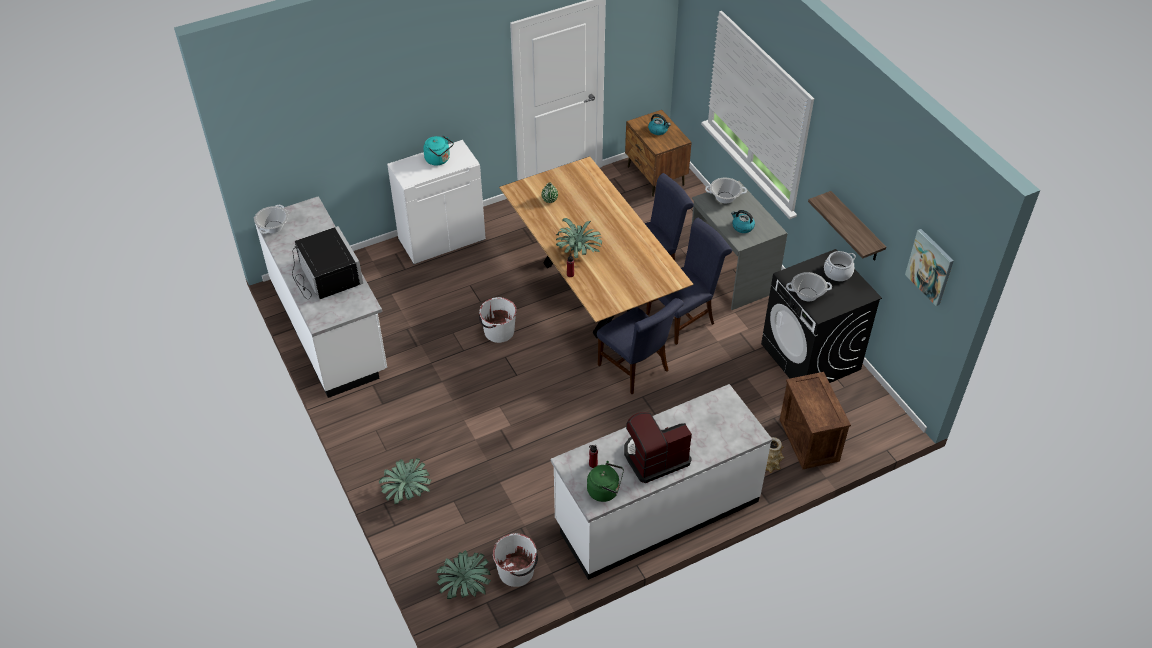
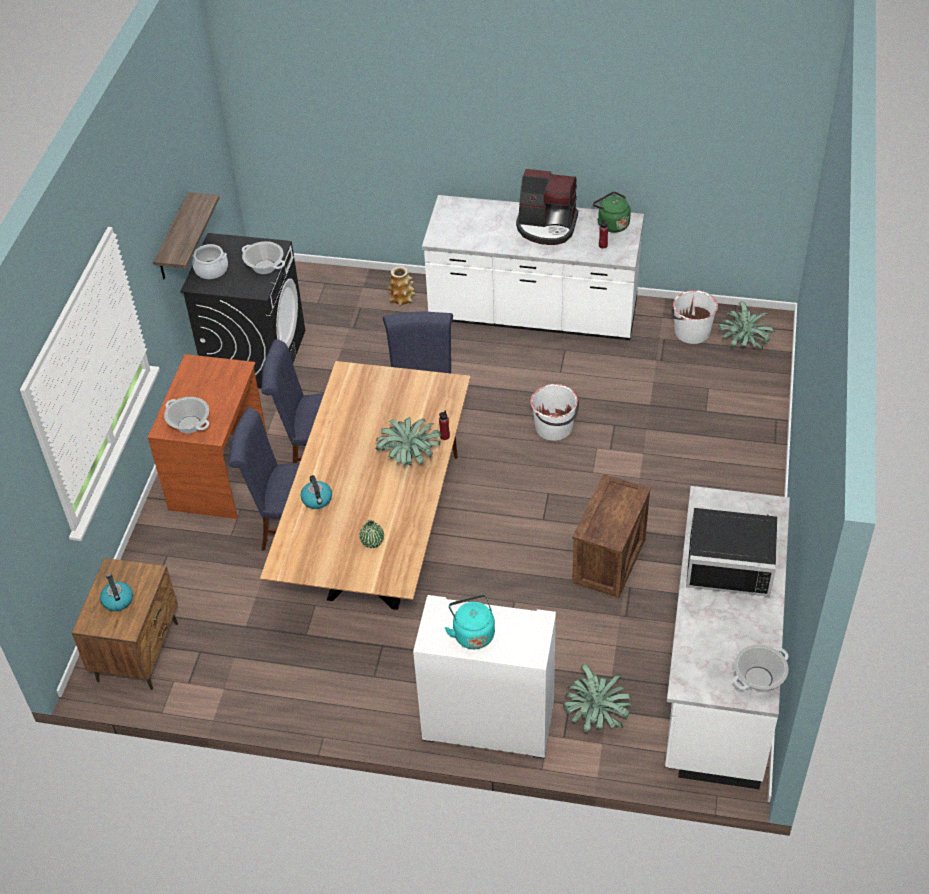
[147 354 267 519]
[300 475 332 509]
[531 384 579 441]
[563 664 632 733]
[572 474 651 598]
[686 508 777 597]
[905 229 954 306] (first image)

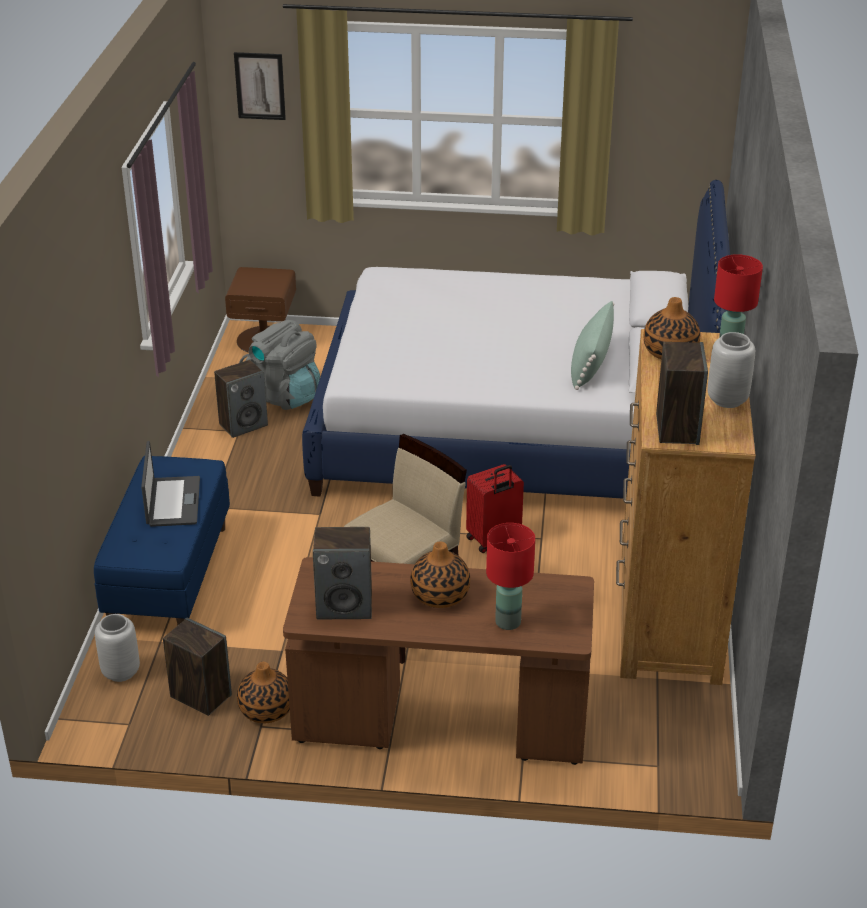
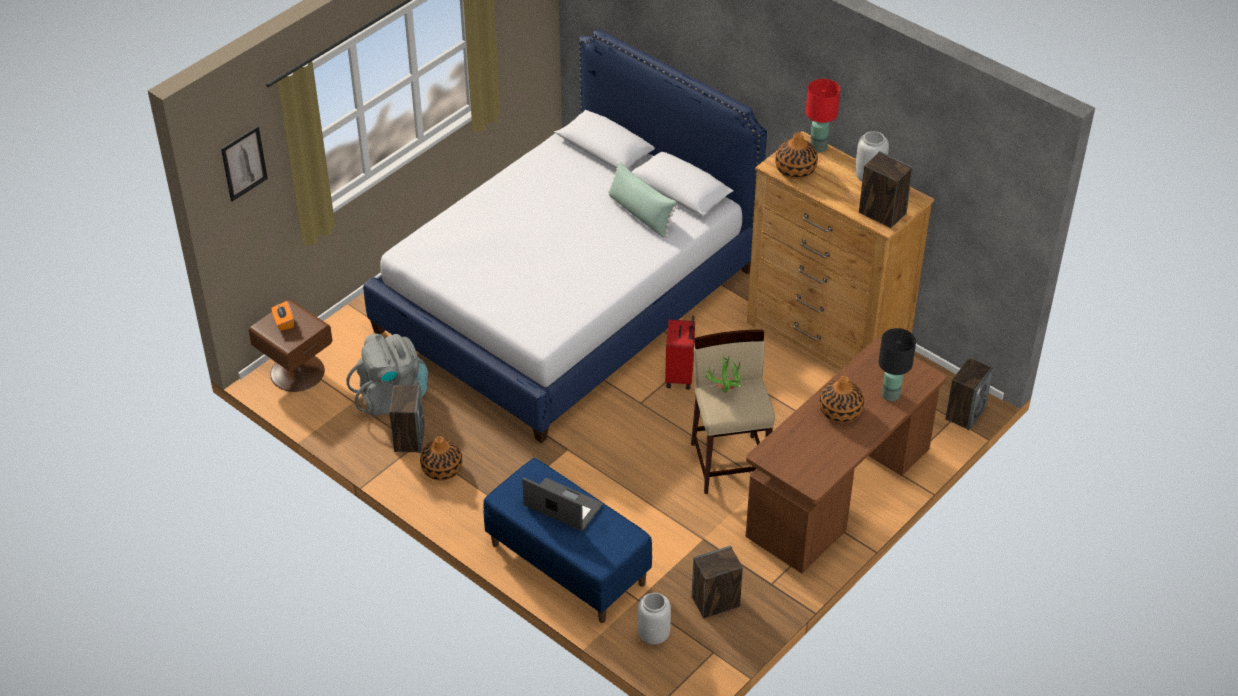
[272 301 294 331]
[420 436 462 480]
[704 356 745 393]
[879 328 916 401]
[945 358 993 431]

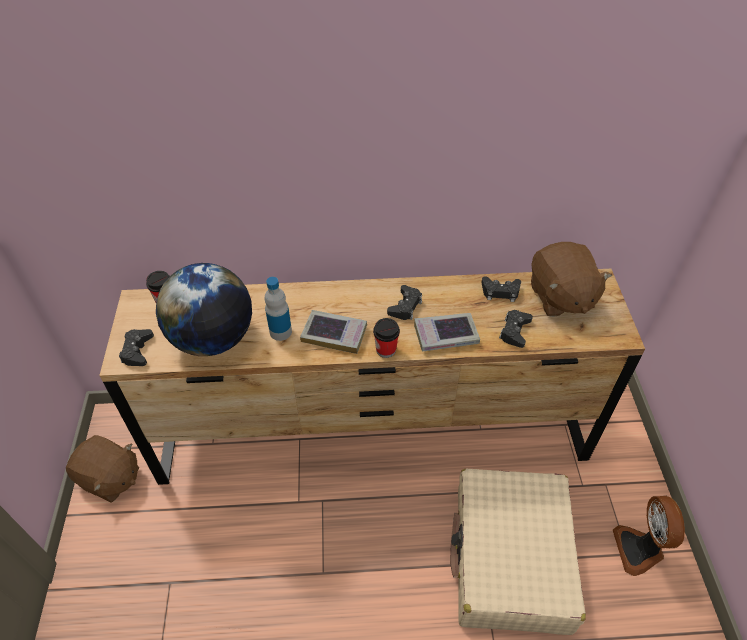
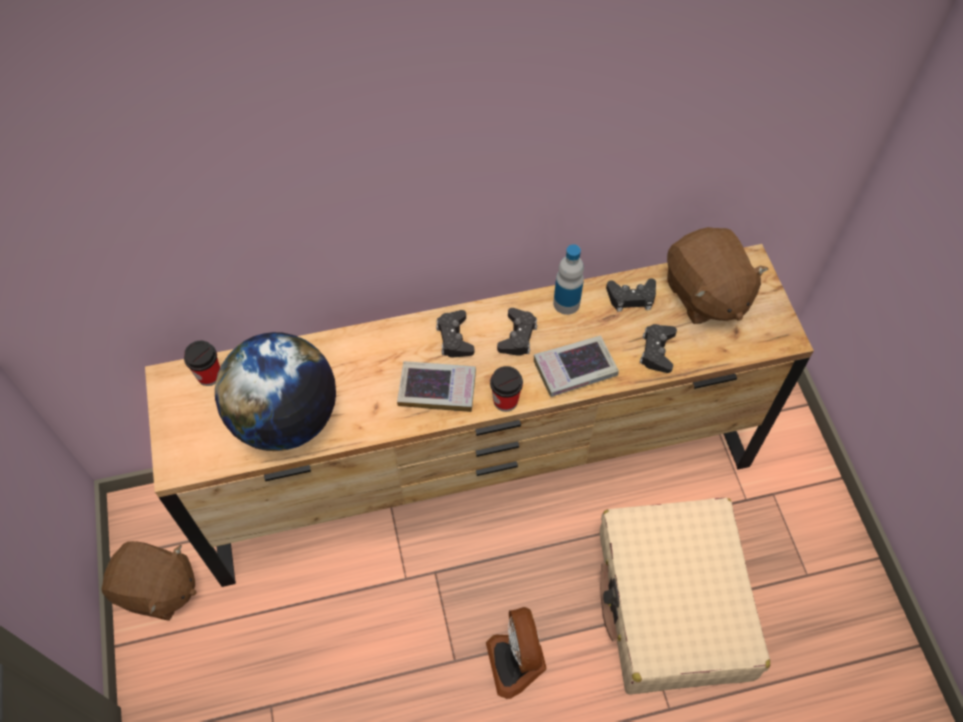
[436 310 474 357]
[486 607 546 699]
[553 244 584 315]

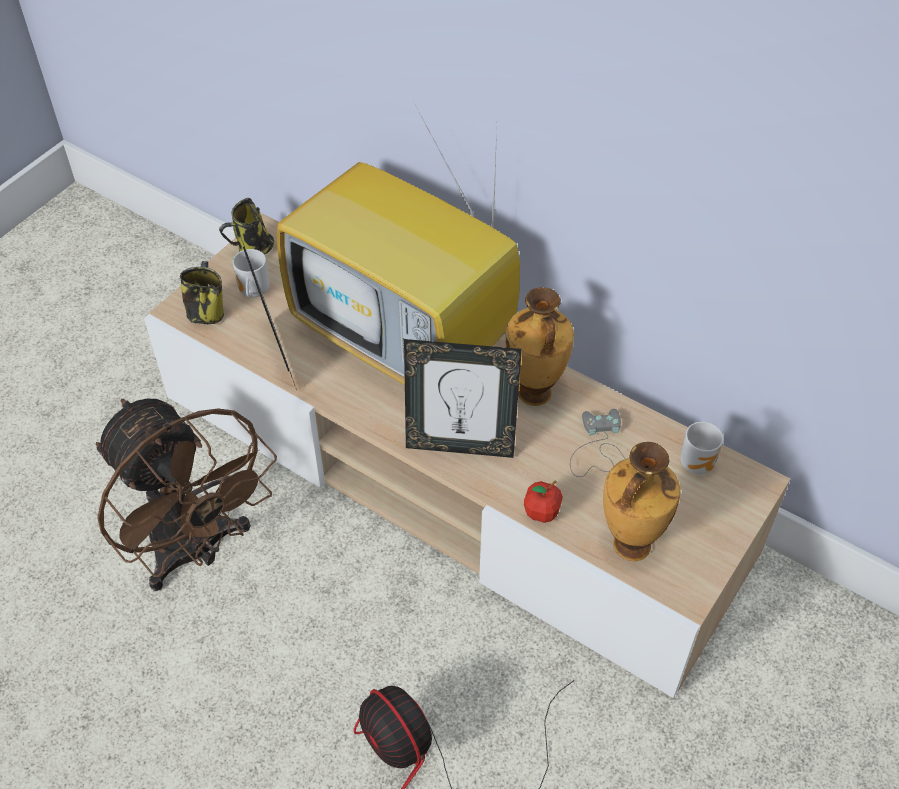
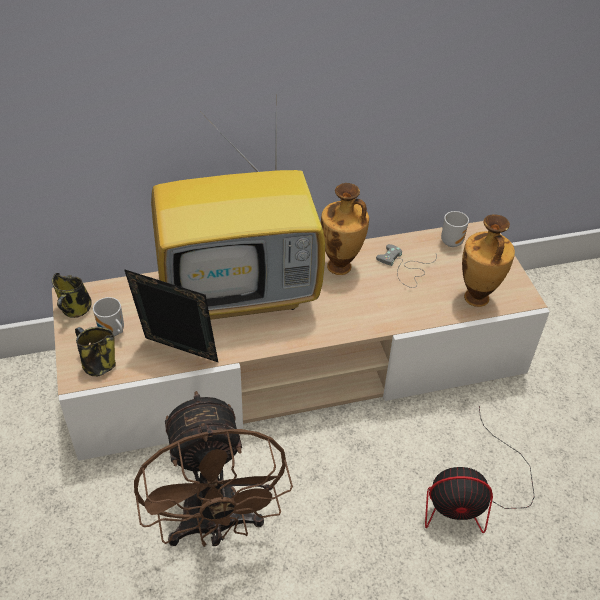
[134 391 293 547]
[404 339 522 458] (first image)
[524 481 563 523] (first image)

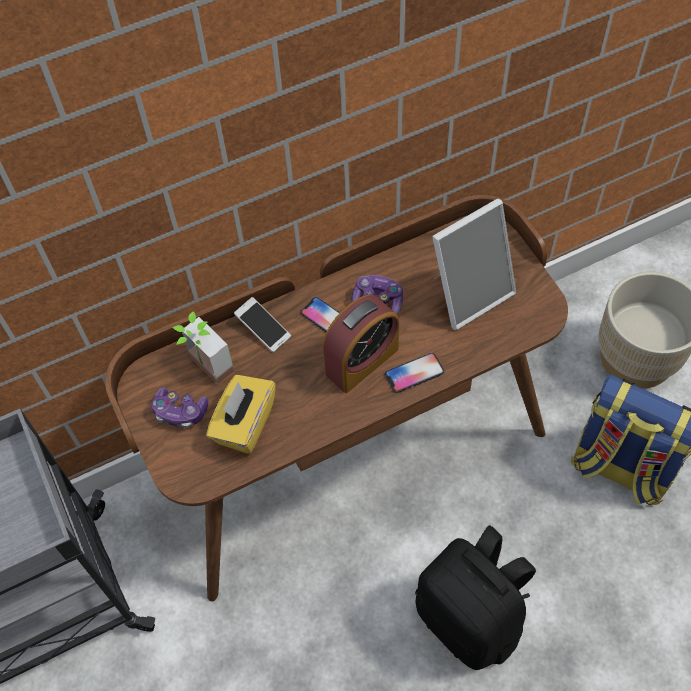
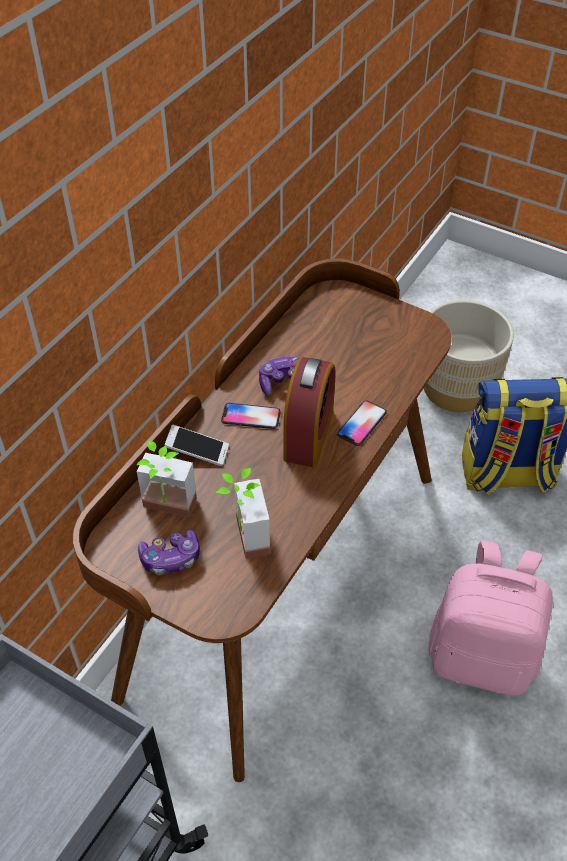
[215 468 270 559]
[429 540 553 696]
[432 199 516 330] (first image)

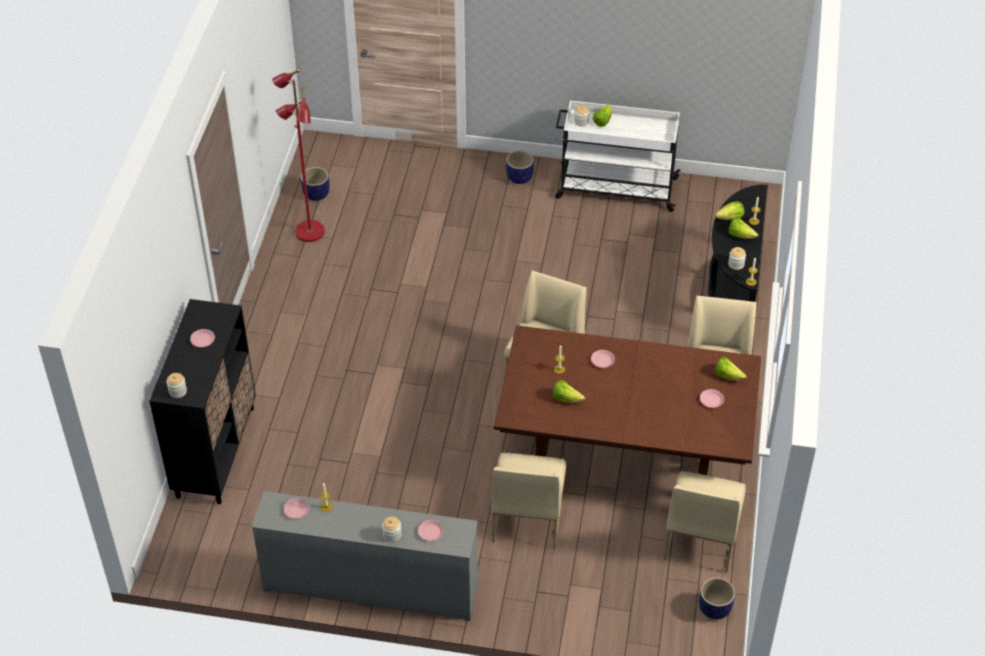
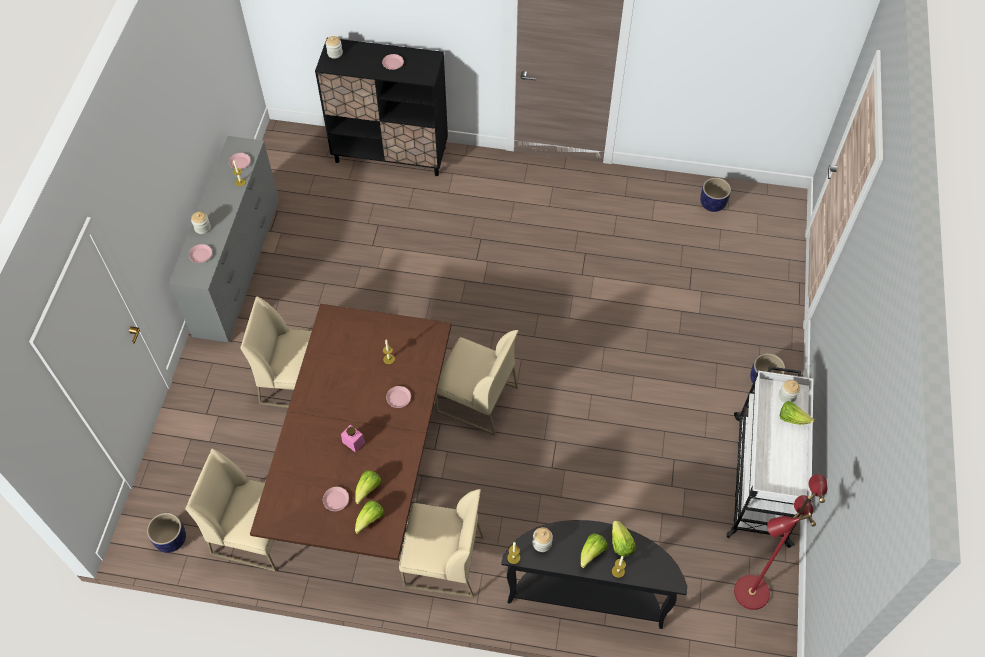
[341 425 365 453]
[355 470 382 504]
[734 474 827 610]

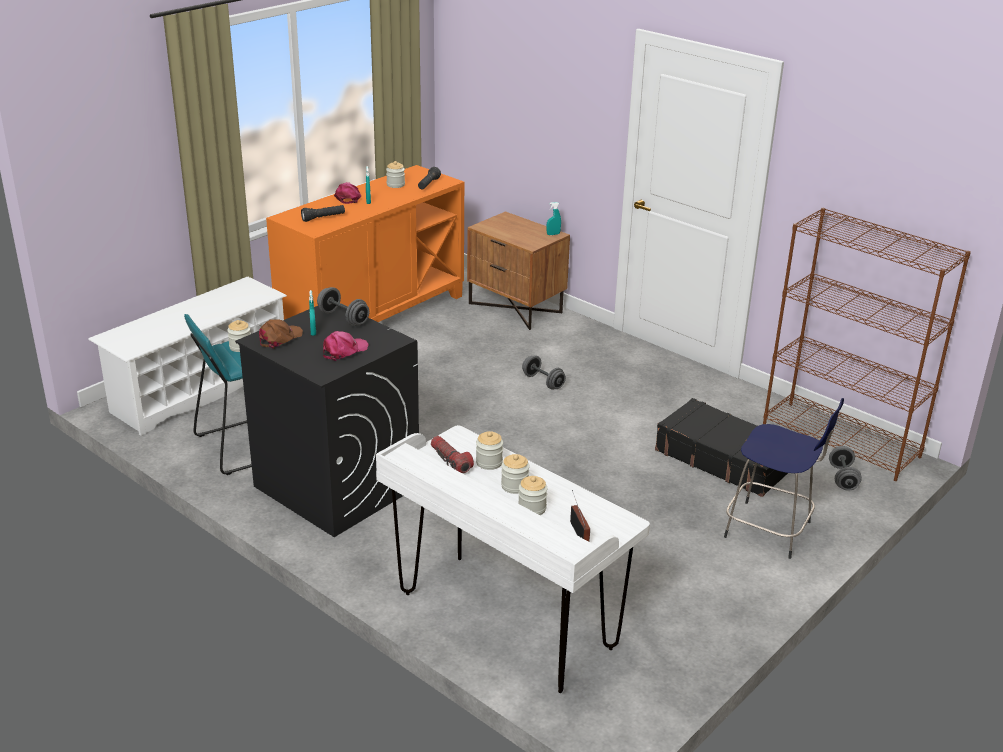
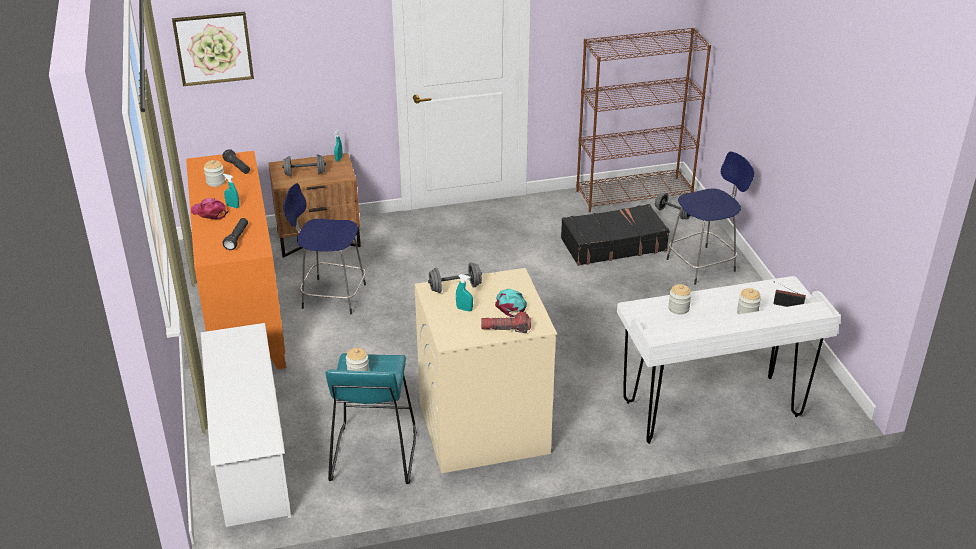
[172 12 254 86]
[282 154 326 176]
[283 183 366 314]
[415 268 557 473]
[481 312 531 333]
[495 289 527 317]
[259 319 303 348] (first image)
[501 454 530 494] (first image)

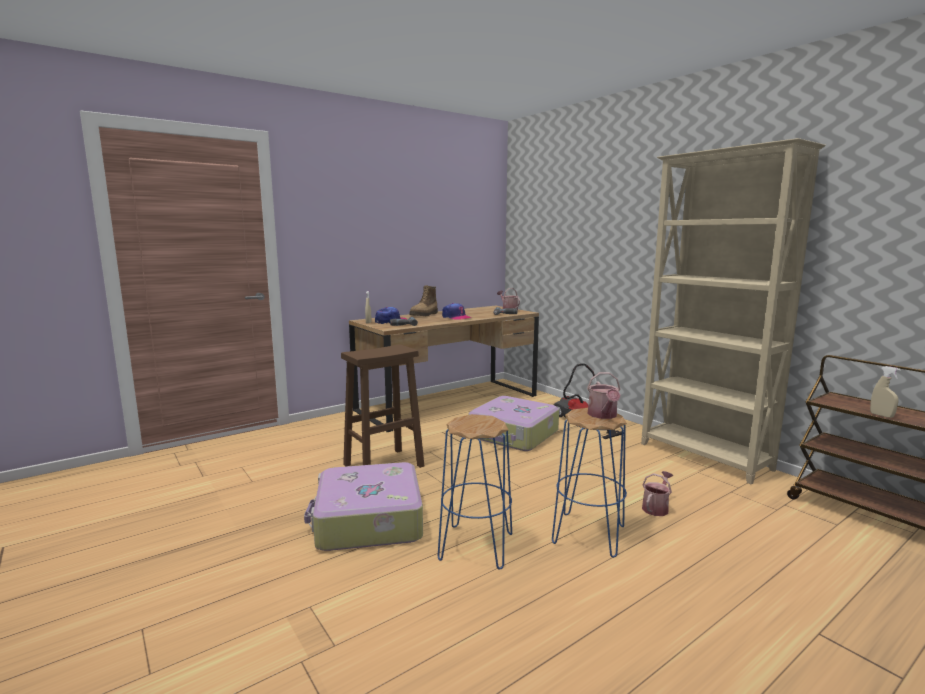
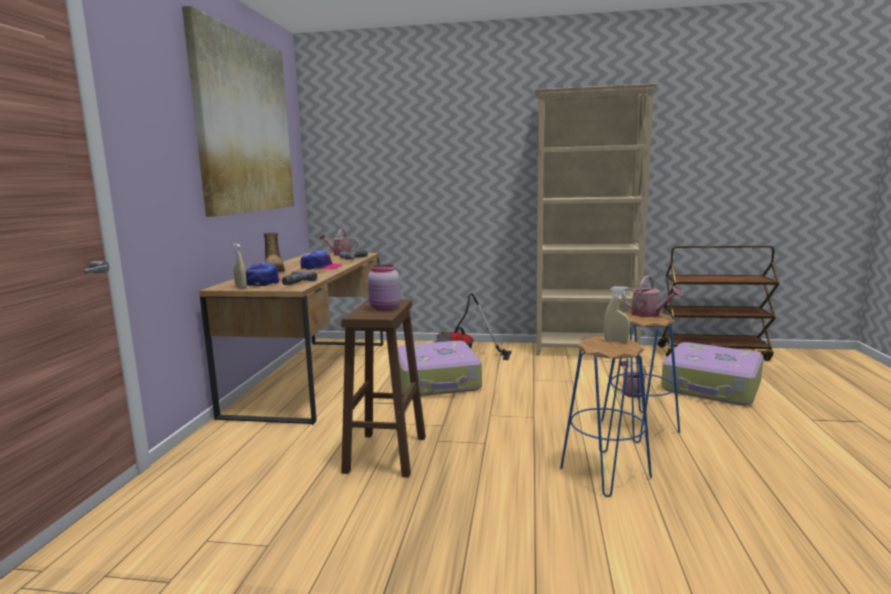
[182 6 294 217]
[368 264 401 311]
[604 286 630 342]
[661 342 764 405]

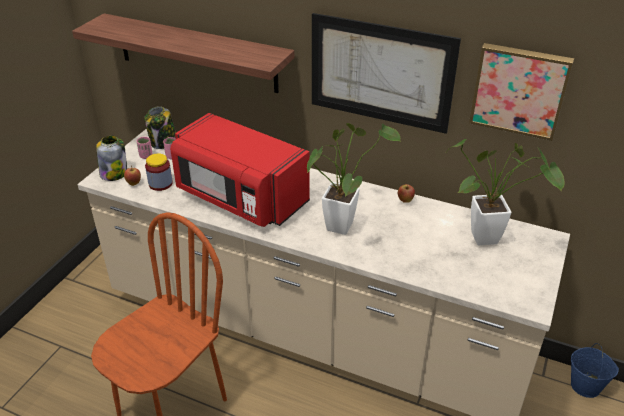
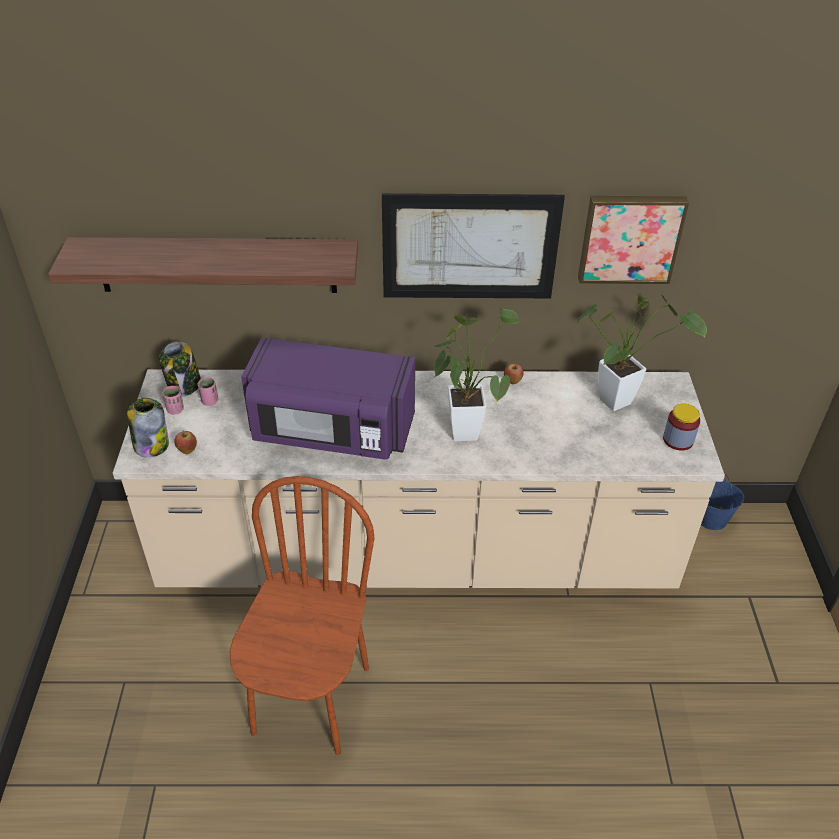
[241 338 415 460]
[663 404 700 451]

